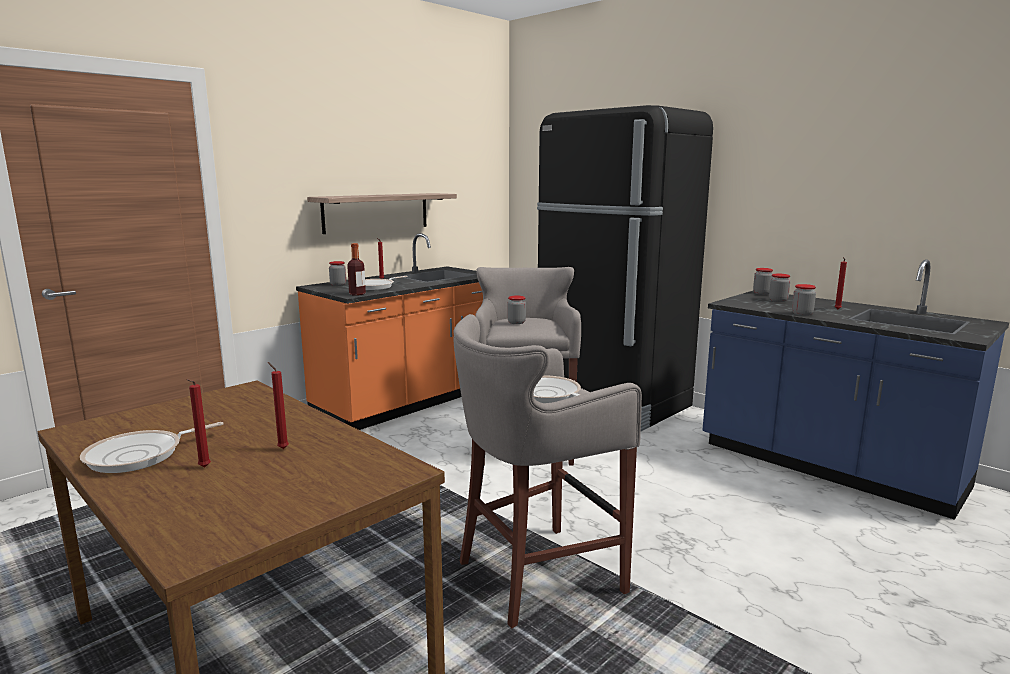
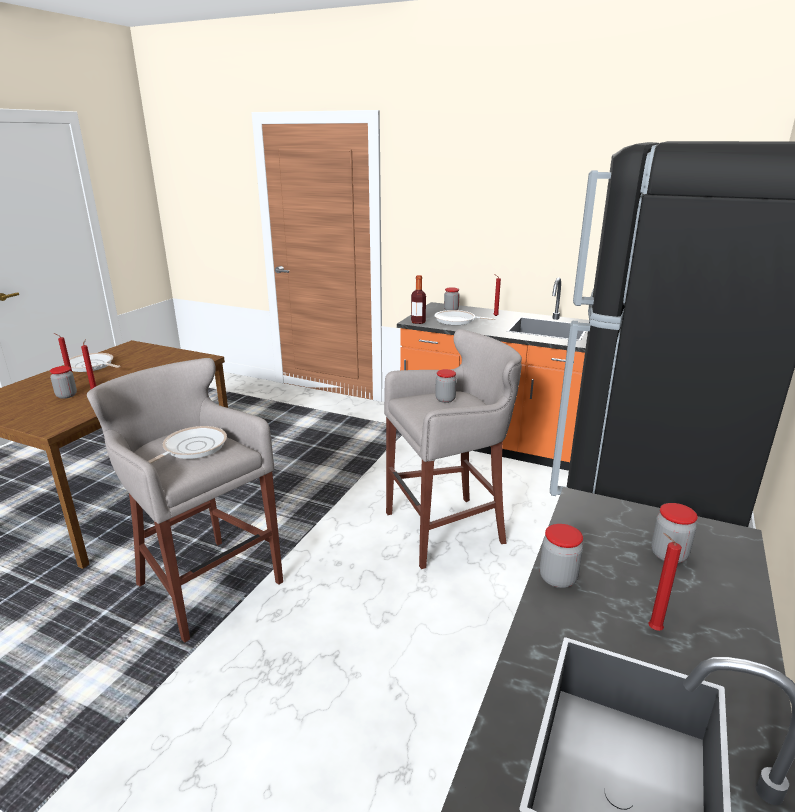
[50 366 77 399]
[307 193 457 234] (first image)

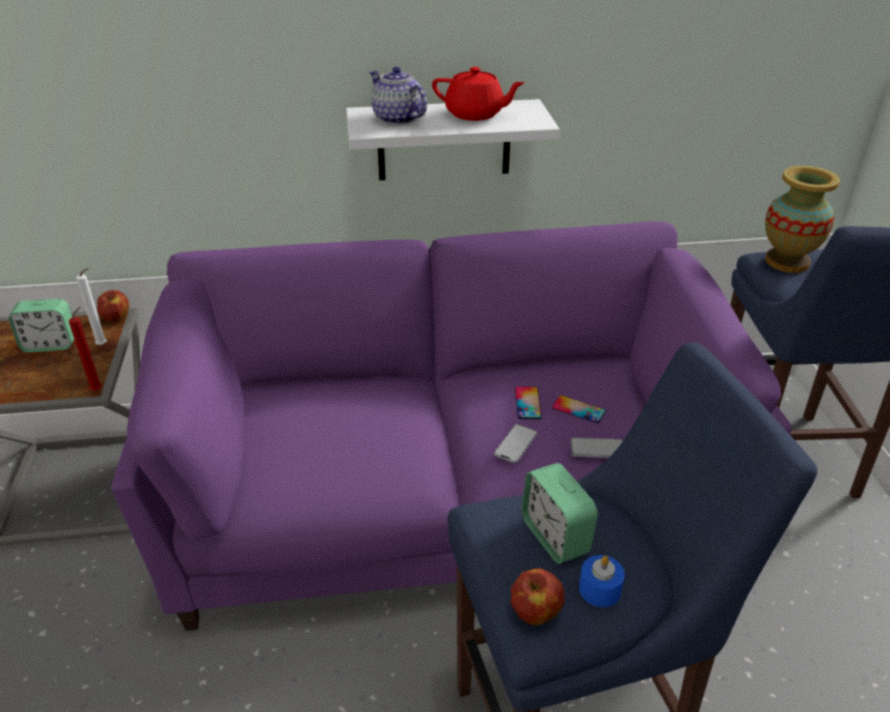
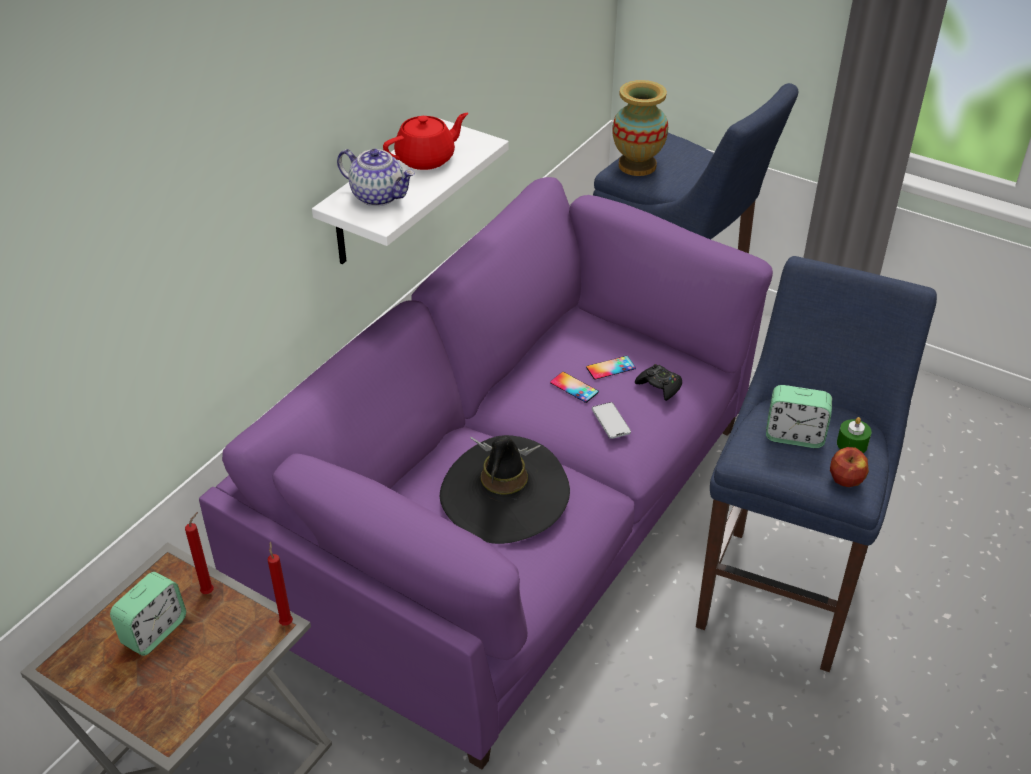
[185 512 214 594]
[337 149 415 206]
[440 435 570 544]
[635 364 682 401]
[837 417 872 453]
[97 290 129 322] (first image)

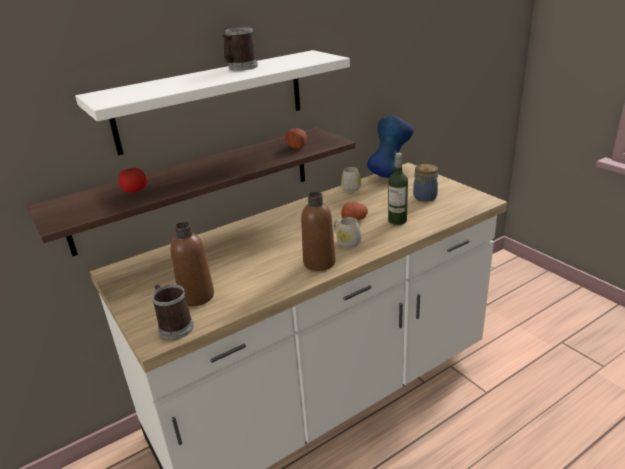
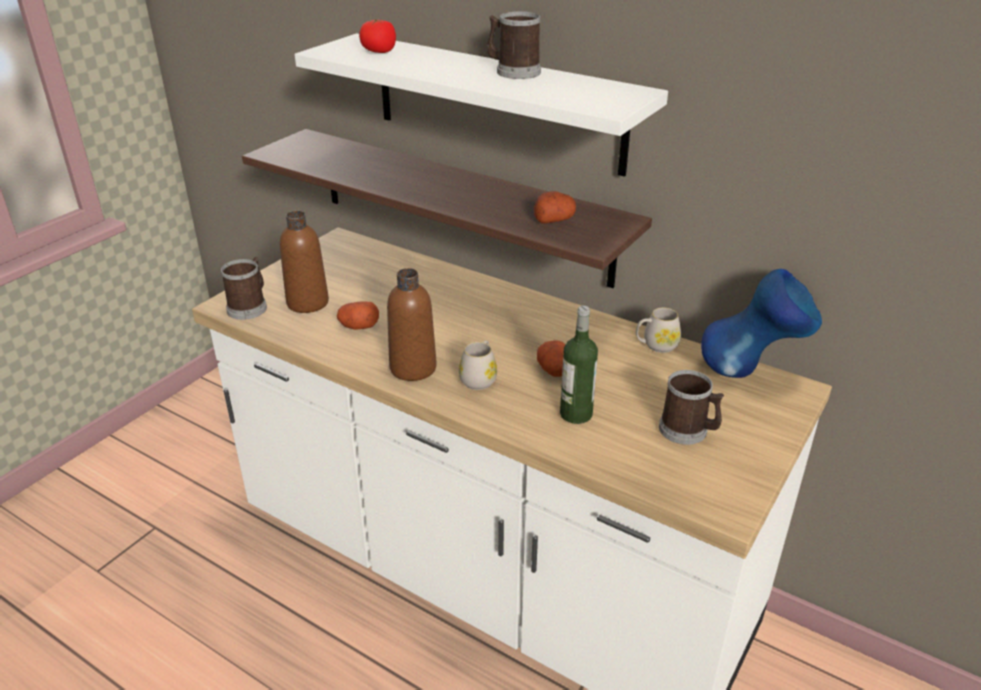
[337 302 379 330]
[359 19 396 53]
[659 370 724 445]

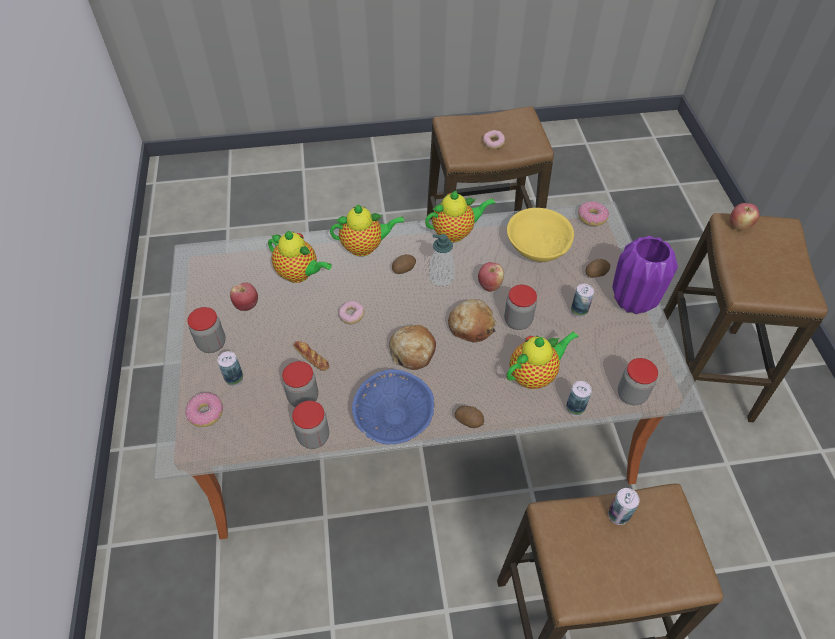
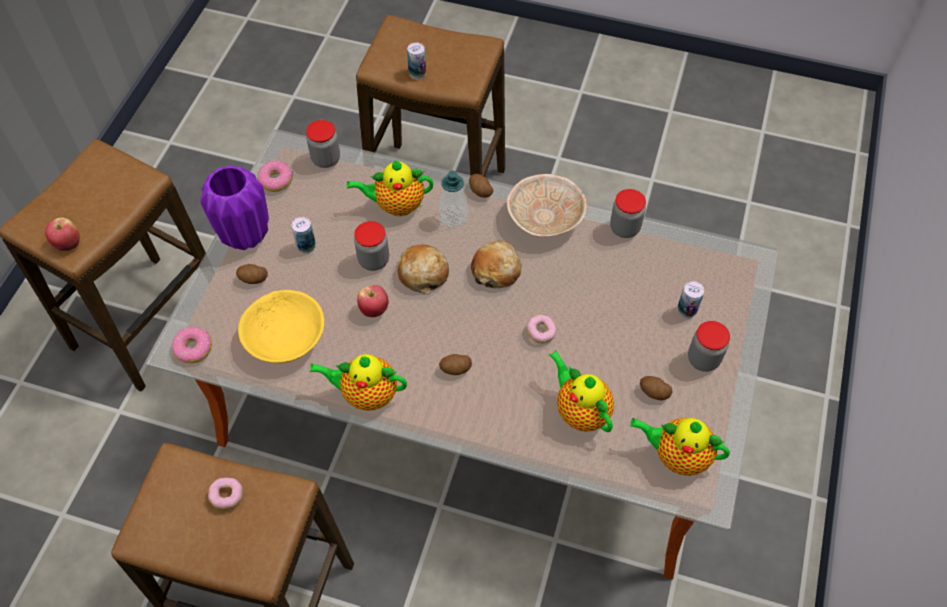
[257 160 293 192]
[439 171 468 227]
[506 174 587 237]
[630 418 730 476]
[640 376 673 400]
[282 361 318 407] (first image)
[293 341 329 371] (first image)
[566 381 592 416] (first image)

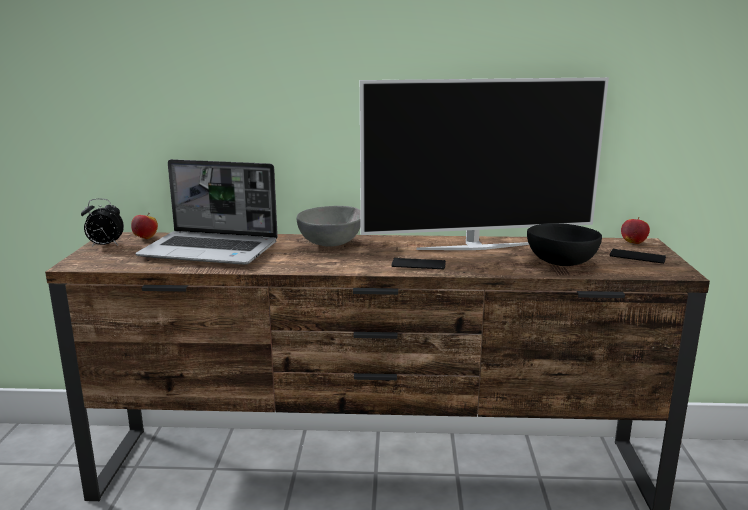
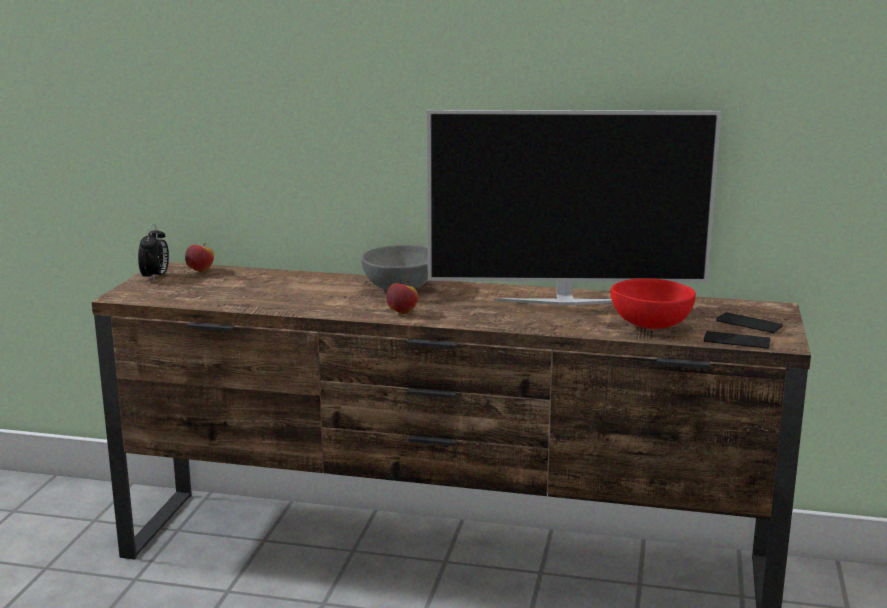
[138 224 169 282]
[386 281 418 314]
[610 278 696 329]
[704 331 770 349]
[135 159 278 265] (first image)

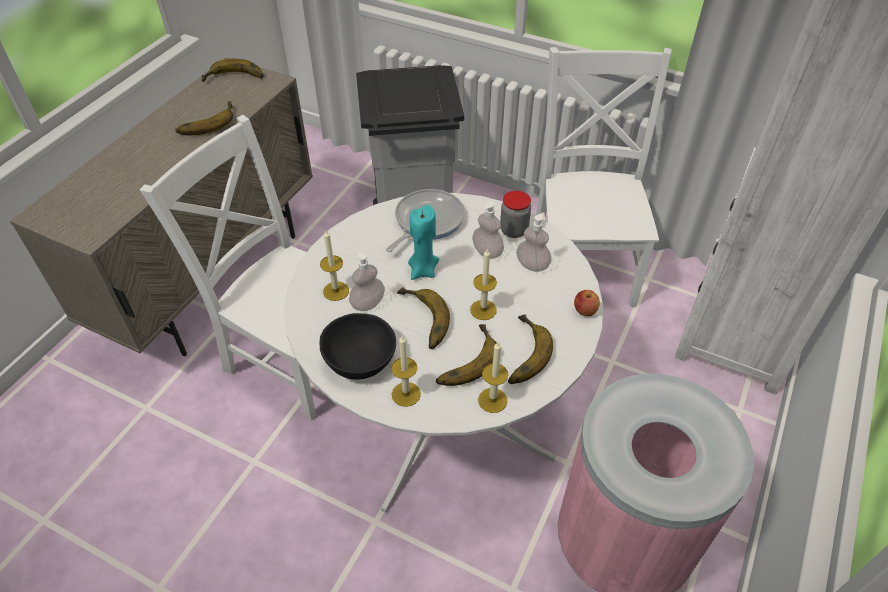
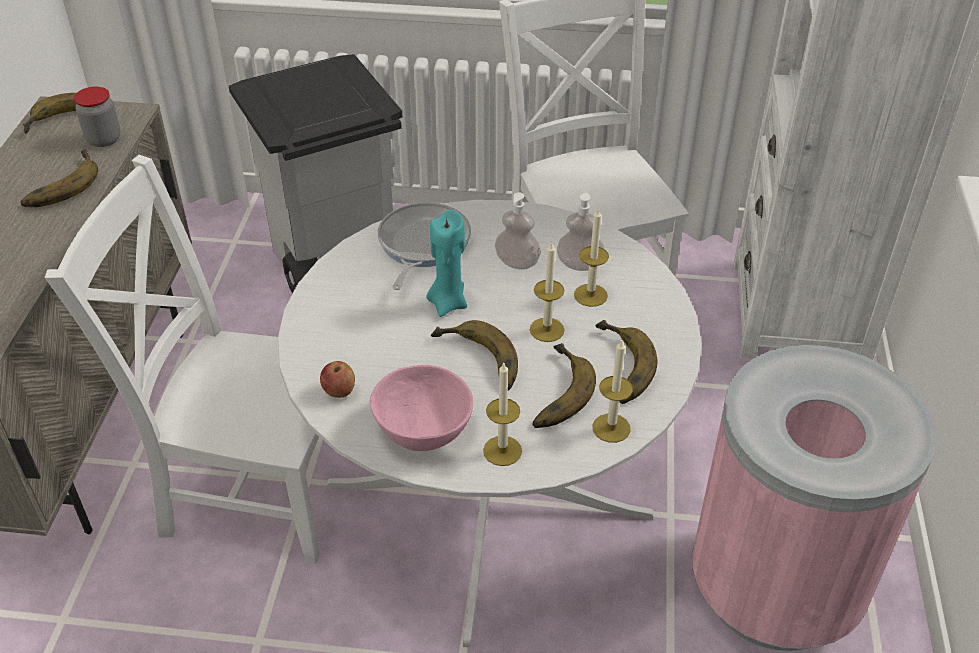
[74 87 121 147]
[320 361 355 398]
[370 365 474 451]
[574 209 609 307]
[349 252 385 311] (first image)

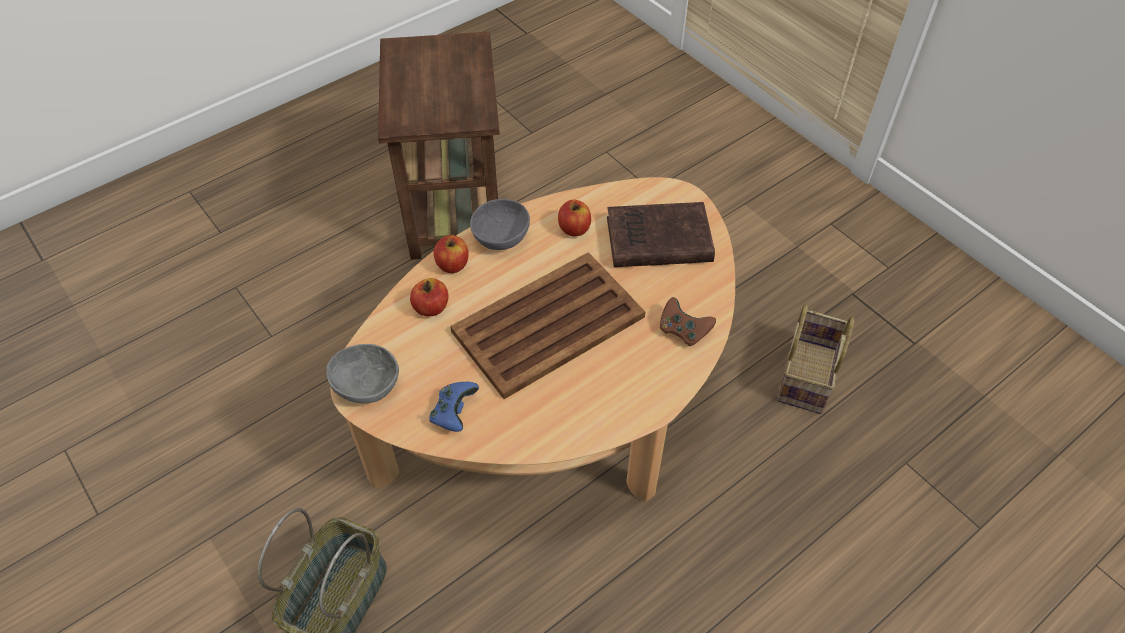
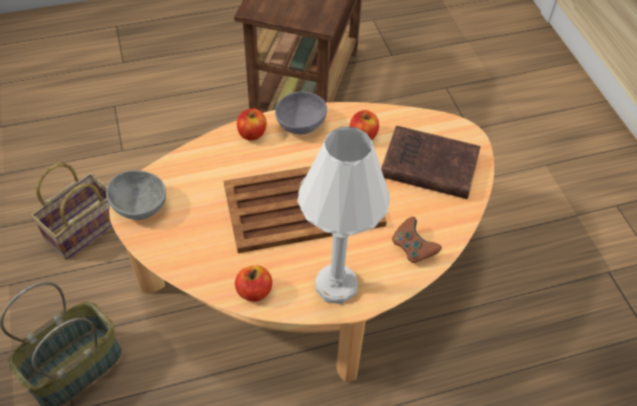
[31 163 112 260]
[235 266 272 302]
[297 127 390 304]
[429 382 479 432] (first image)

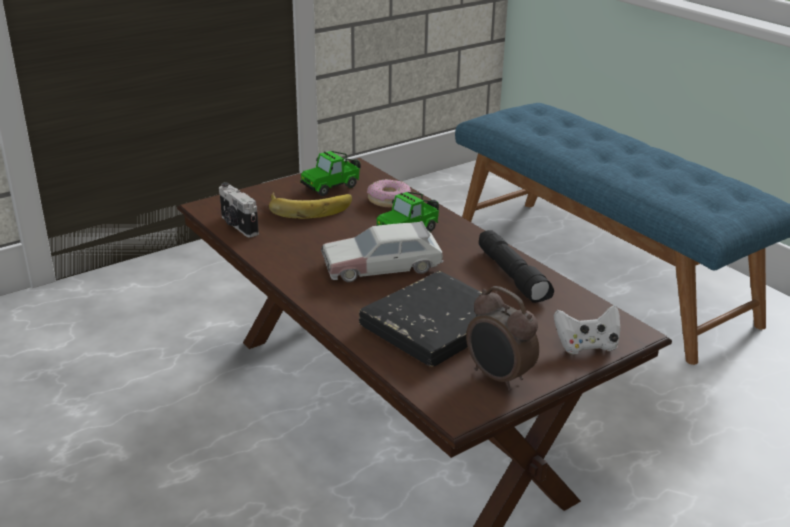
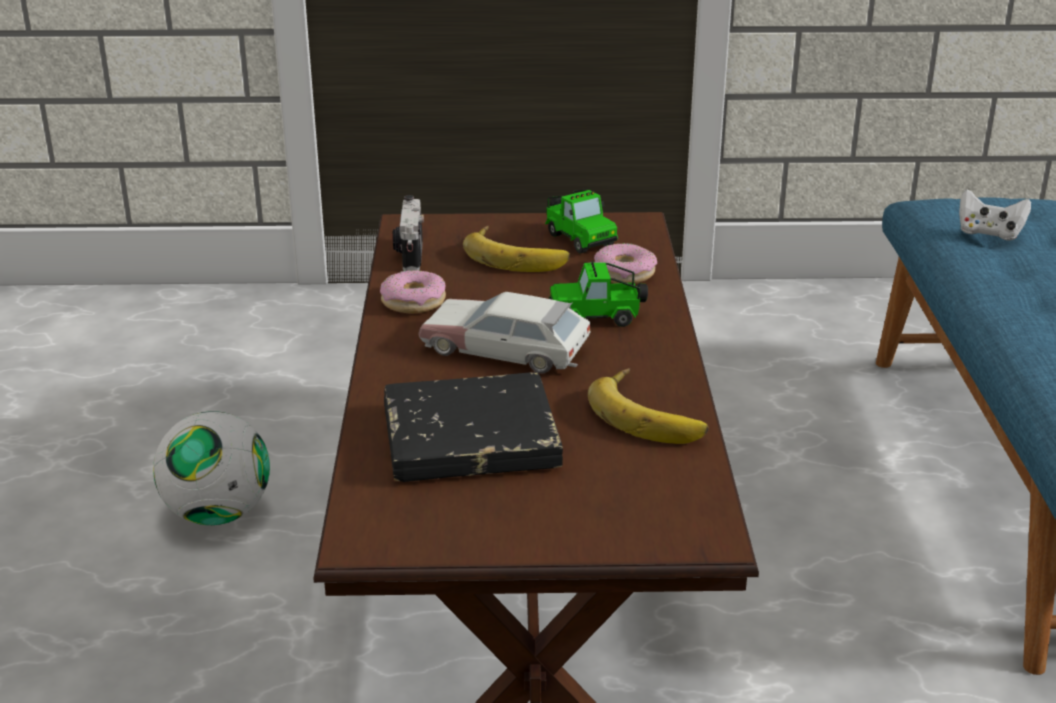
[153 411 270 525]
[380 270 446 313]
[545 189 618 253]
[588 368 708 444]
[959 189 1031 241]
[466 286 539 391] (first image)

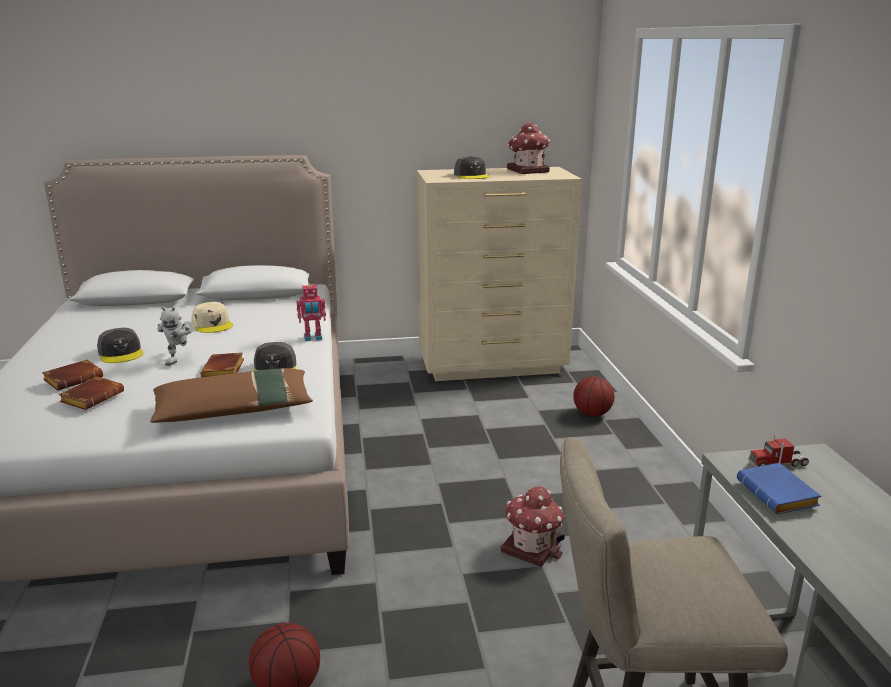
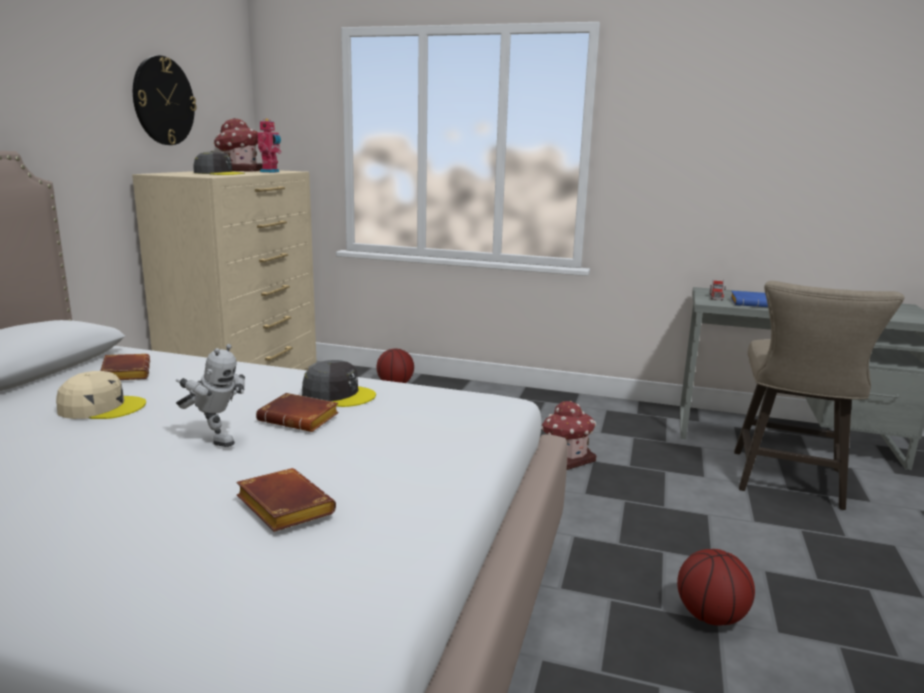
[100 354 150 380]
[133 56 197 145]
[257 118 281 173]
[97 328 143 363] (first image)
[150 368 313 423] (first image)

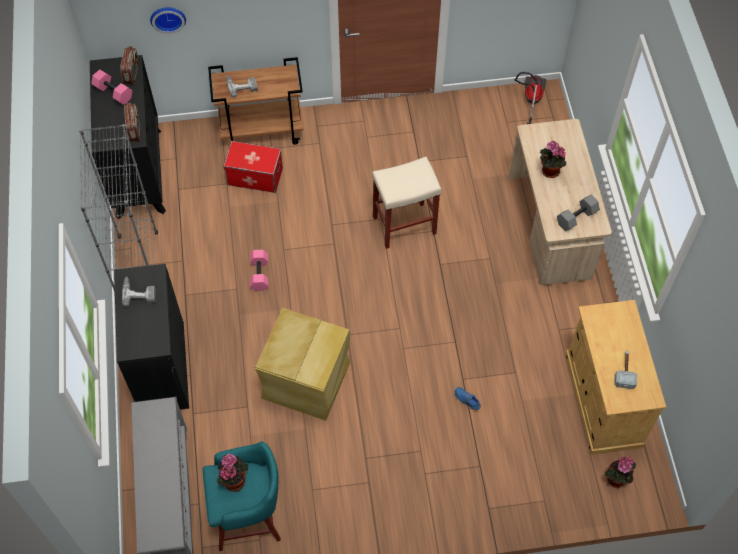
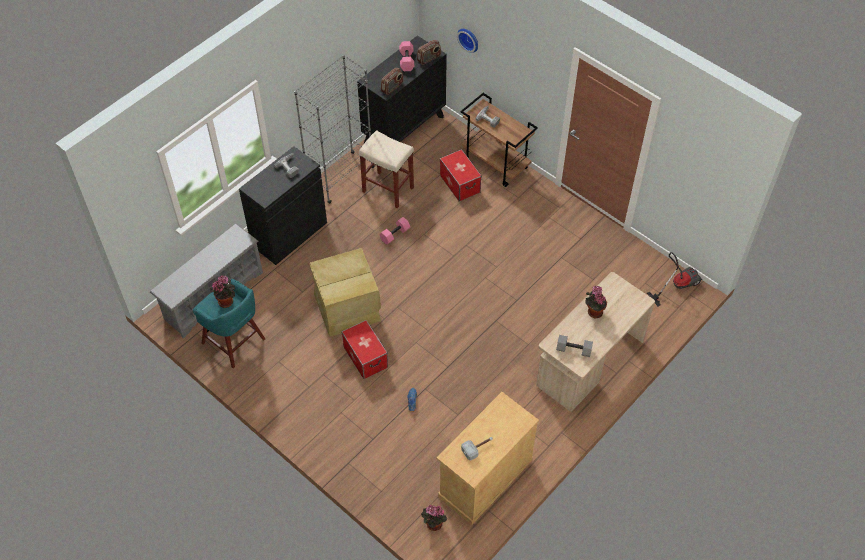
[341 320 388 379]
[359 130 414 208]

